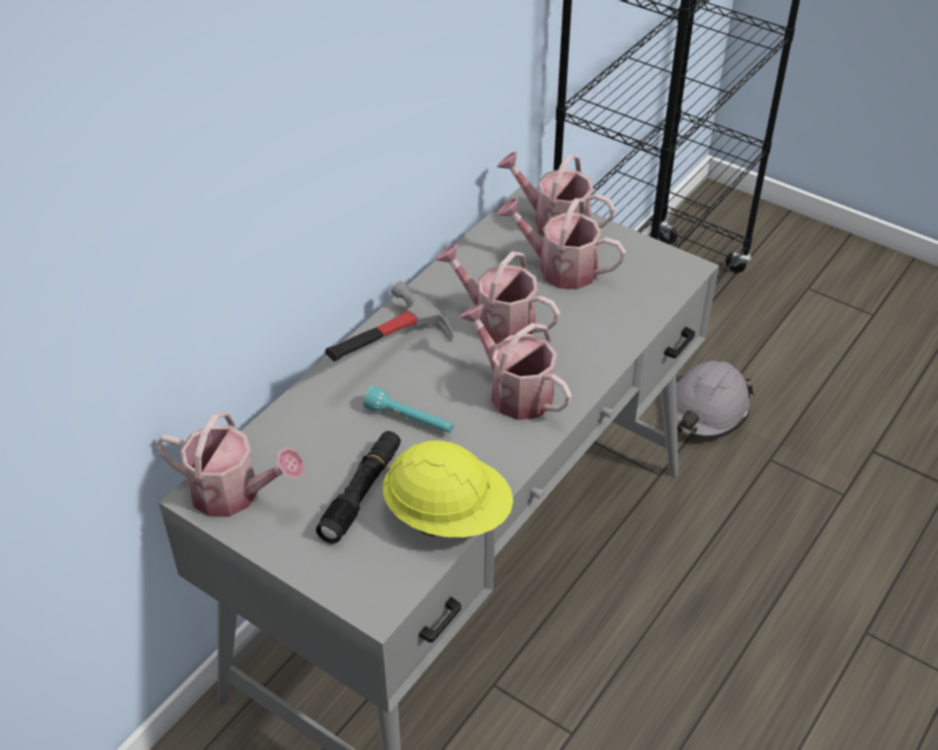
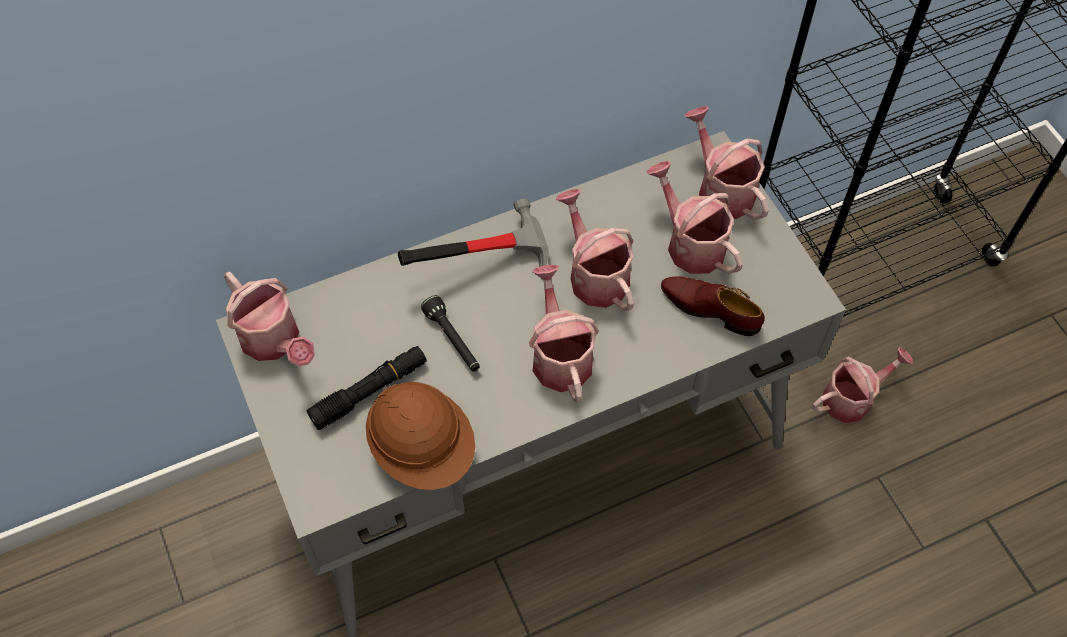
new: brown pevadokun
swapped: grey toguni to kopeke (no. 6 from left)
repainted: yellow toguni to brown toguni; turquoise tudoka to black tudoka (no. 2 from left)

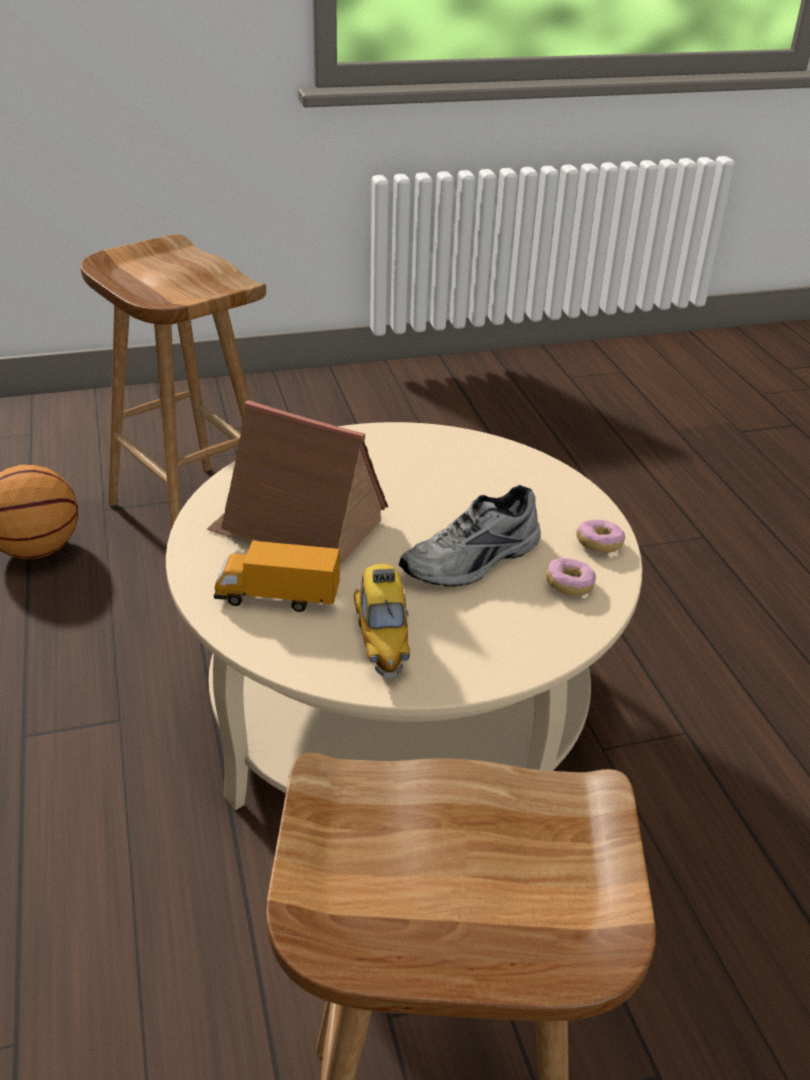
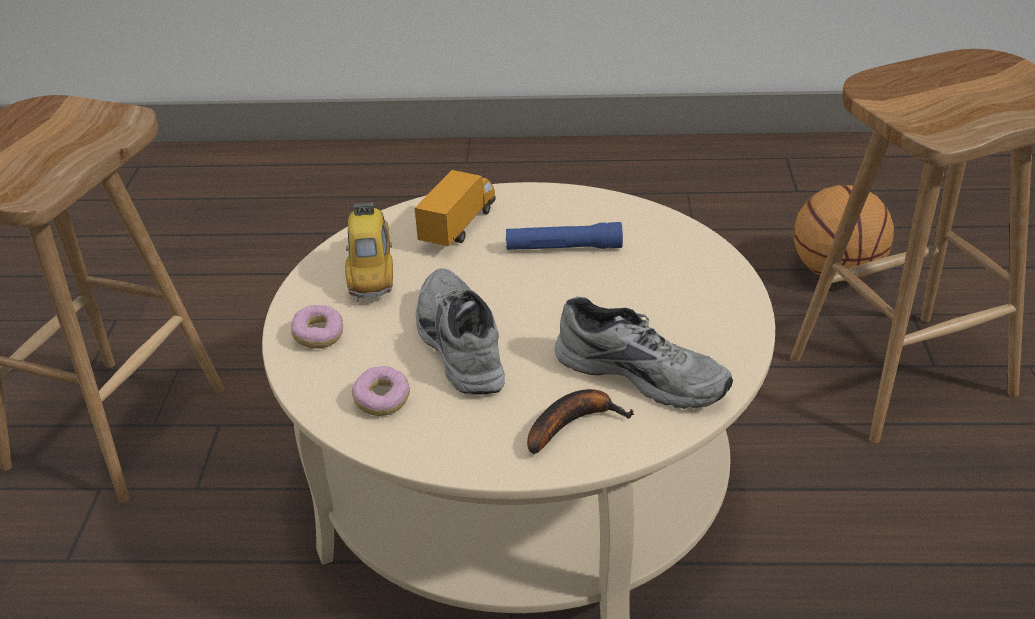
new: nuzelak; grey pevadokun (no. 2 from left)
shifted: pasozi (no. 2 from left in the first image) to pasozi (no. 1 from left)
swapped: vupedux to blue tudoka
rotated: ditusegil 75 degrees clockwise

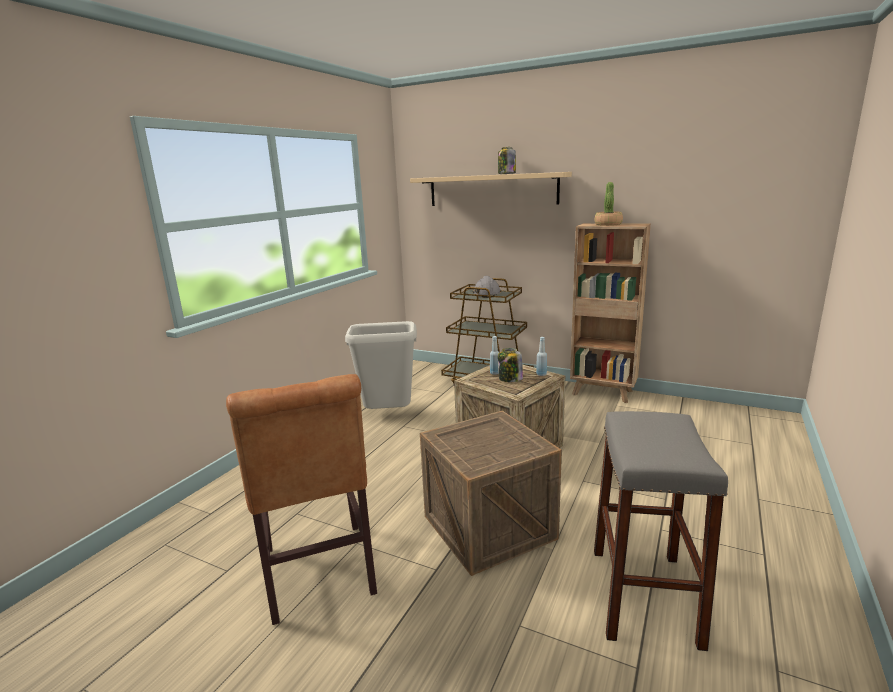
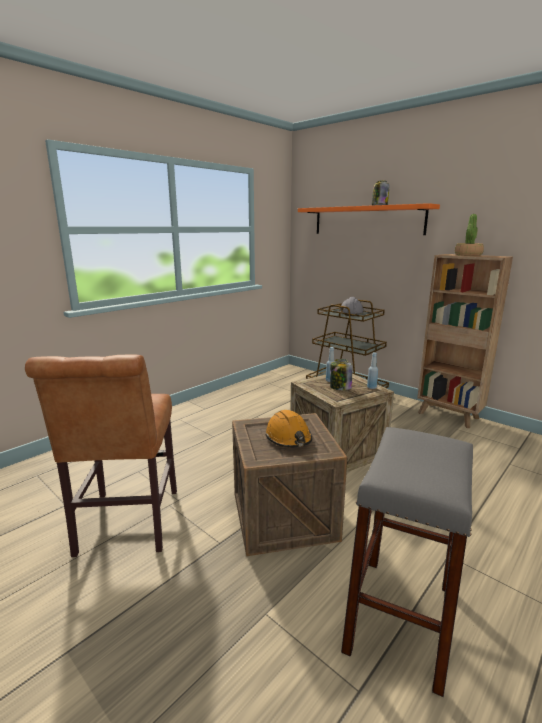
gone: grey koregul
new: orange toguni
repainted: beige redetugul to orange redetugul

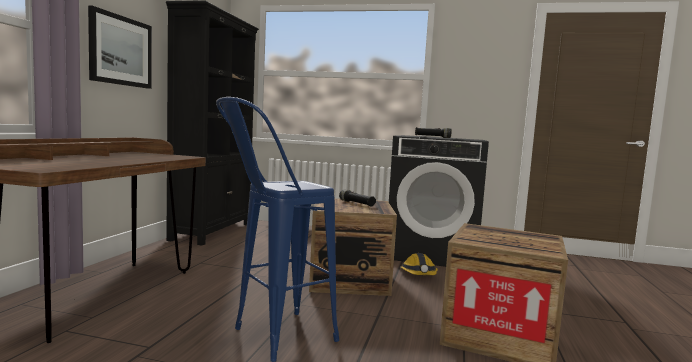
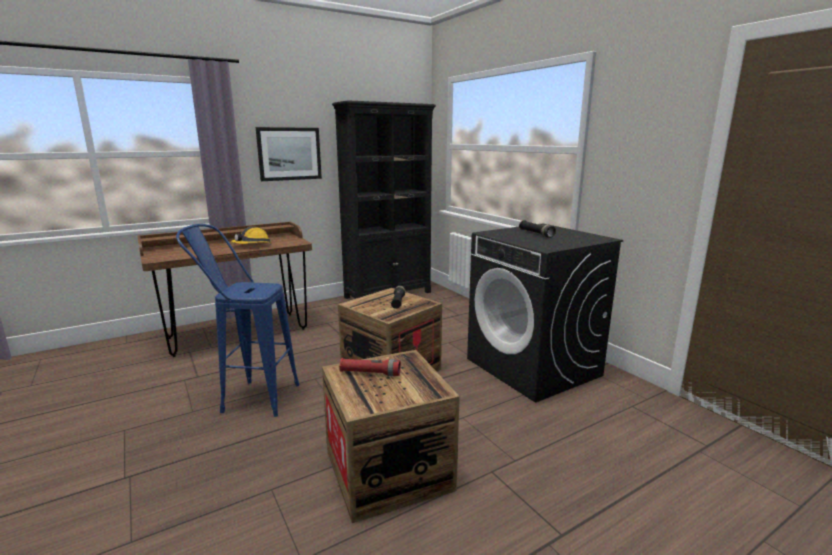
new: red tudoka
shifted: toguni

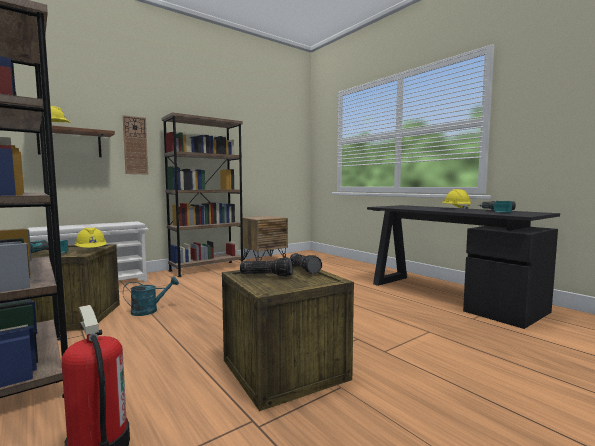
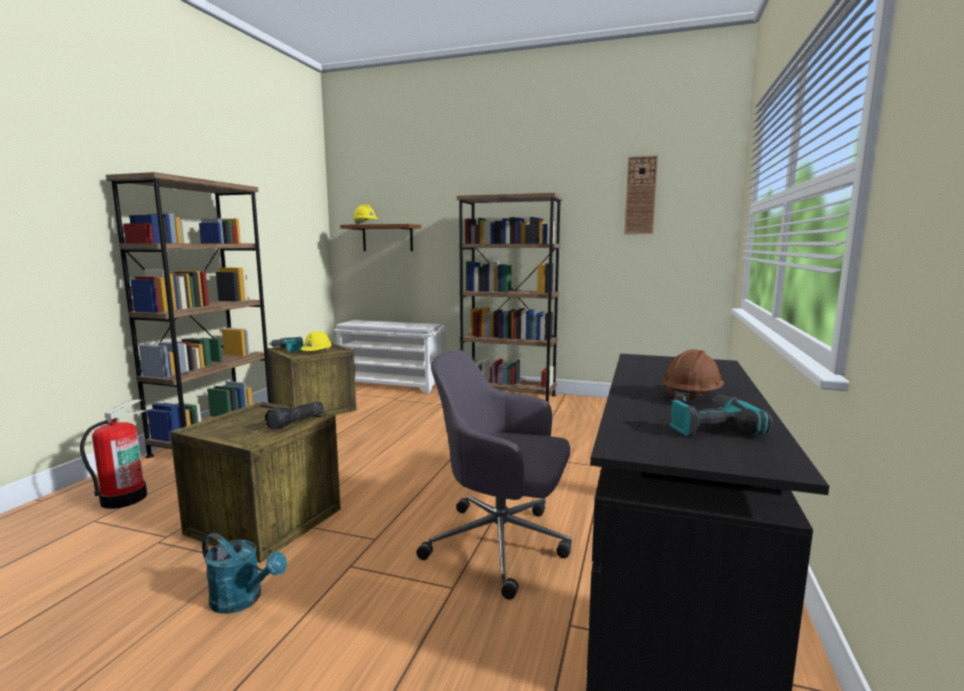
gone: tudoka (no. 1 from left); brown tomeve
new: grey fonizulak
shifted: turquoise kopeke; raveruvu
repainted: yellow toguni (no. 3 from left) to brown toguni

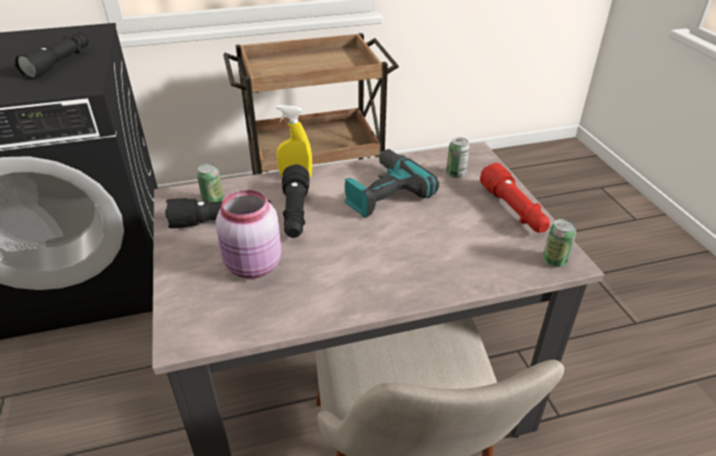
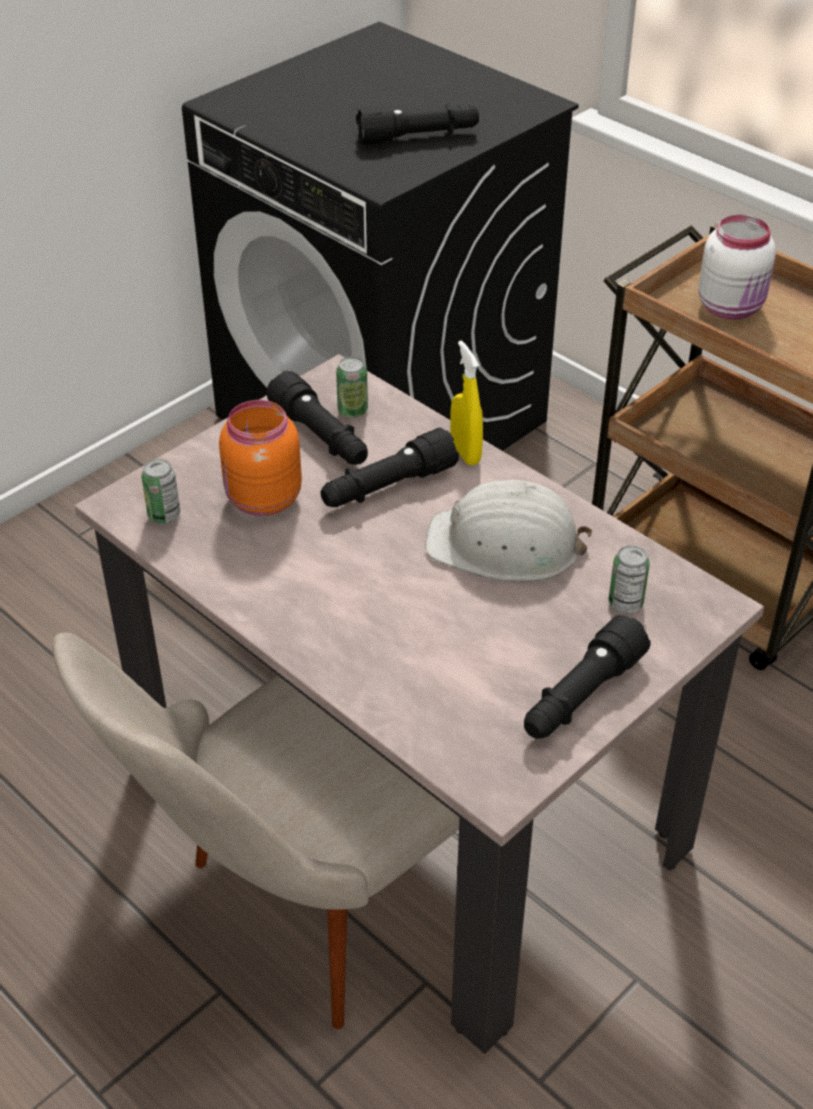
new: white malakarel
shifted: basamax (no. 3 from left in the first image) to basamax (no. 1 from left)
swapped: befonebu to white toguni
repainted: pink malakarel to orange malakarel; red tudoka to black tudoka (no. 4 from left)

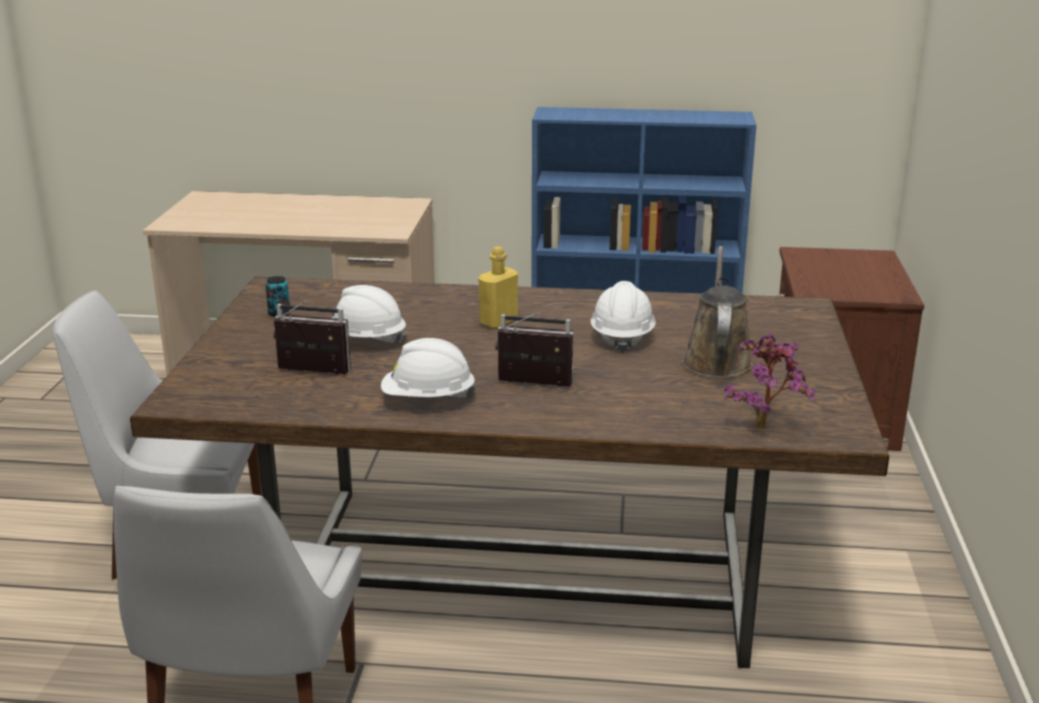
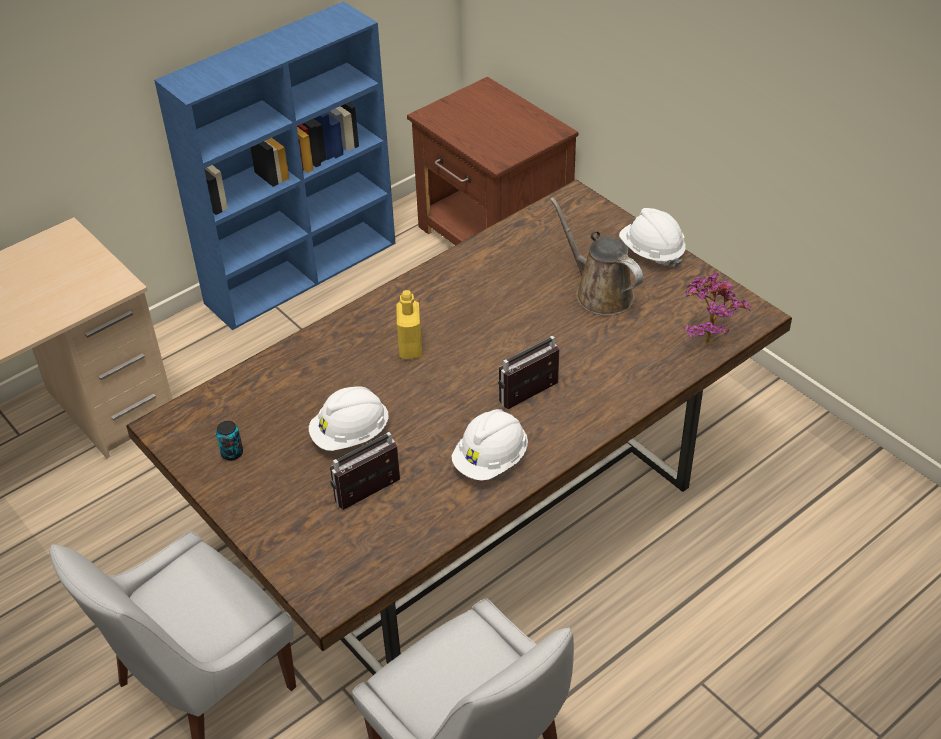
shifted: white toguni (no. 3 from left)

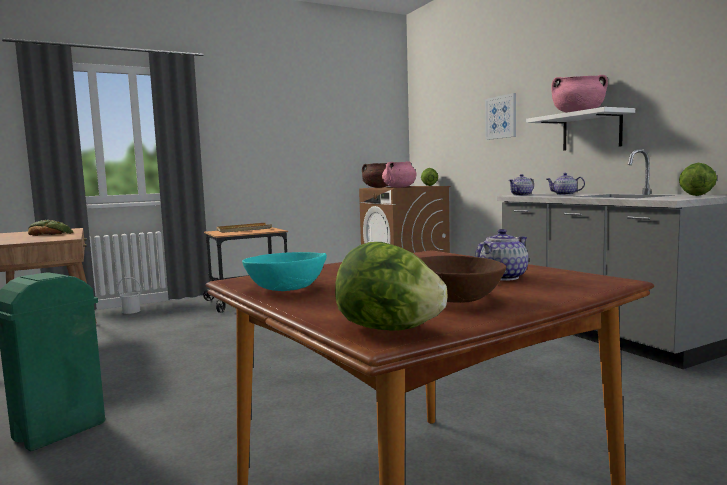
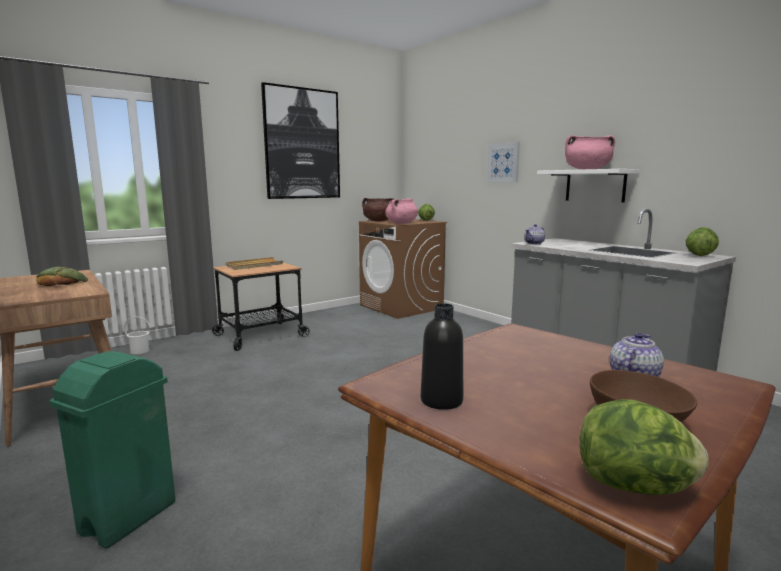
gone: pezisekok (no. 3 from left)
new: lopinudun (no. 1 from left)
swapped: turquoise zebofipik to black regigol

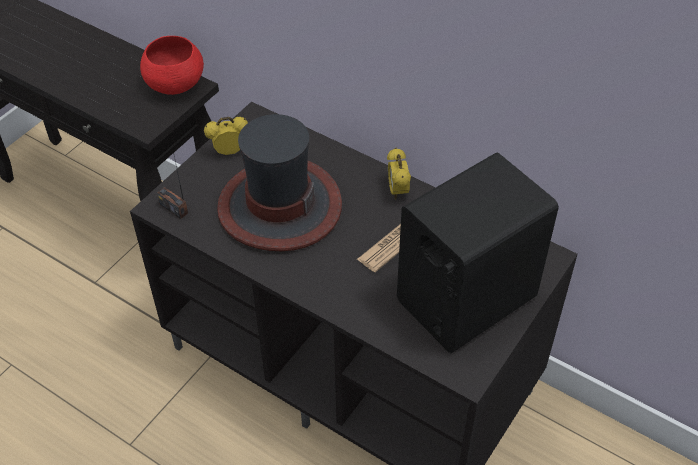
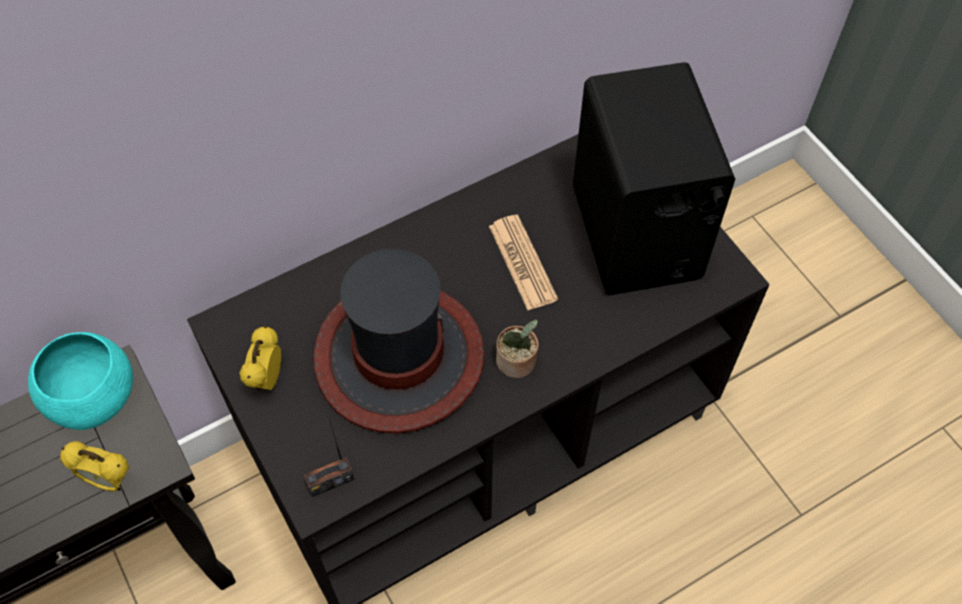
new: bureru
shifted: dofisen (no. 2 from left in the first image) to dofisen (no. 1 from left)
repainted: red zebofipik to turquoise zebofipik

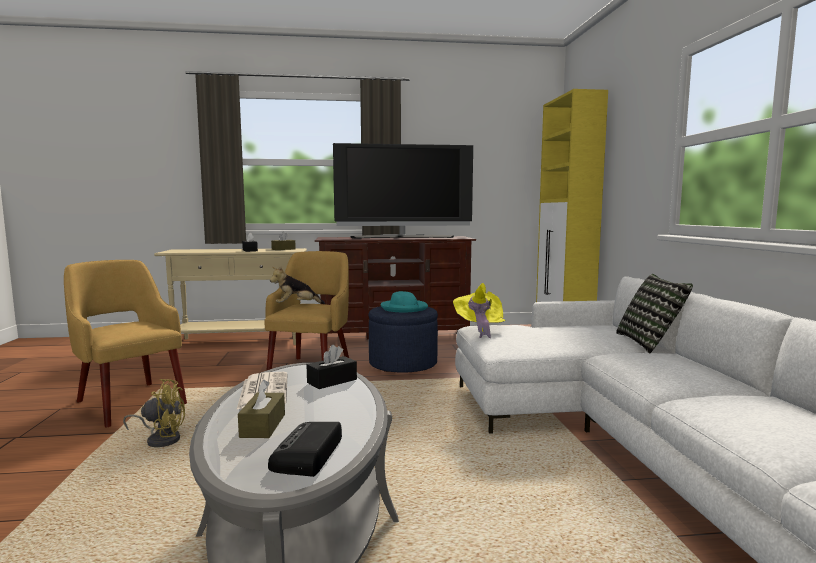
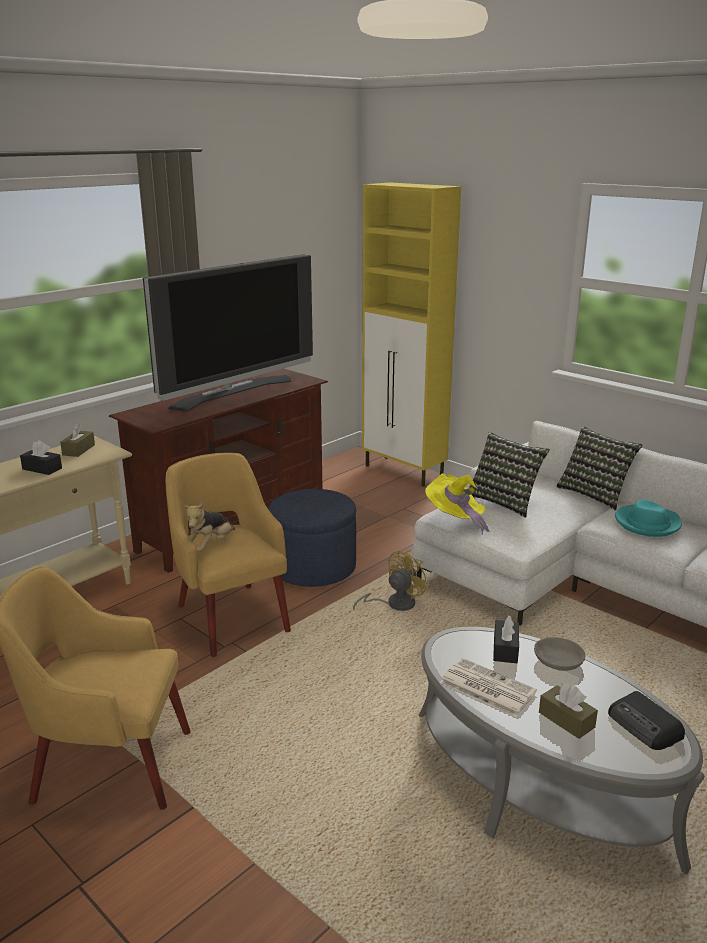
new: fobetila (no. 1 from left); grey zebofipik
shifted: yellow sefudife; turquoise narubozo

